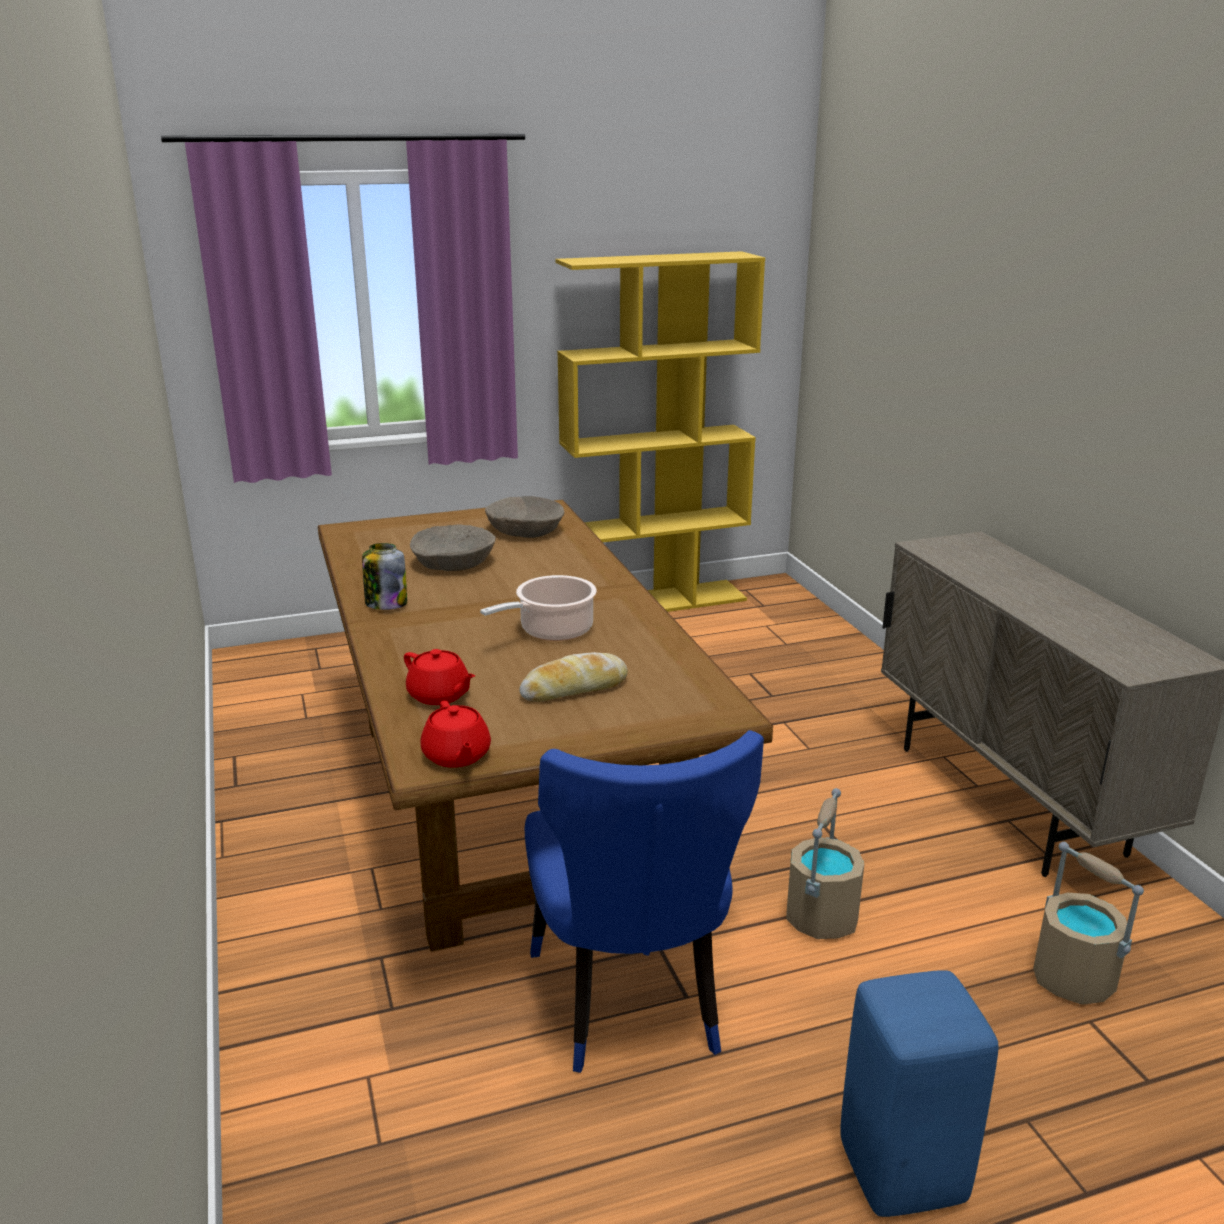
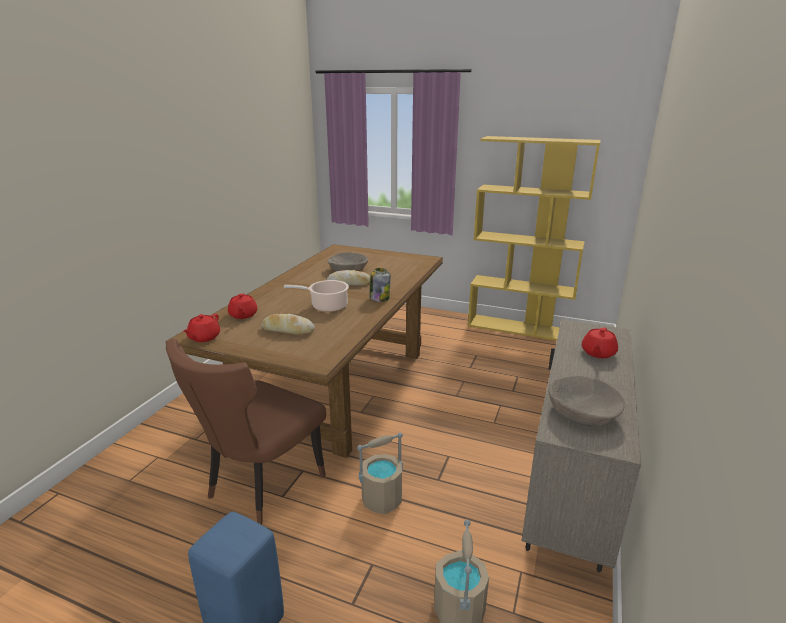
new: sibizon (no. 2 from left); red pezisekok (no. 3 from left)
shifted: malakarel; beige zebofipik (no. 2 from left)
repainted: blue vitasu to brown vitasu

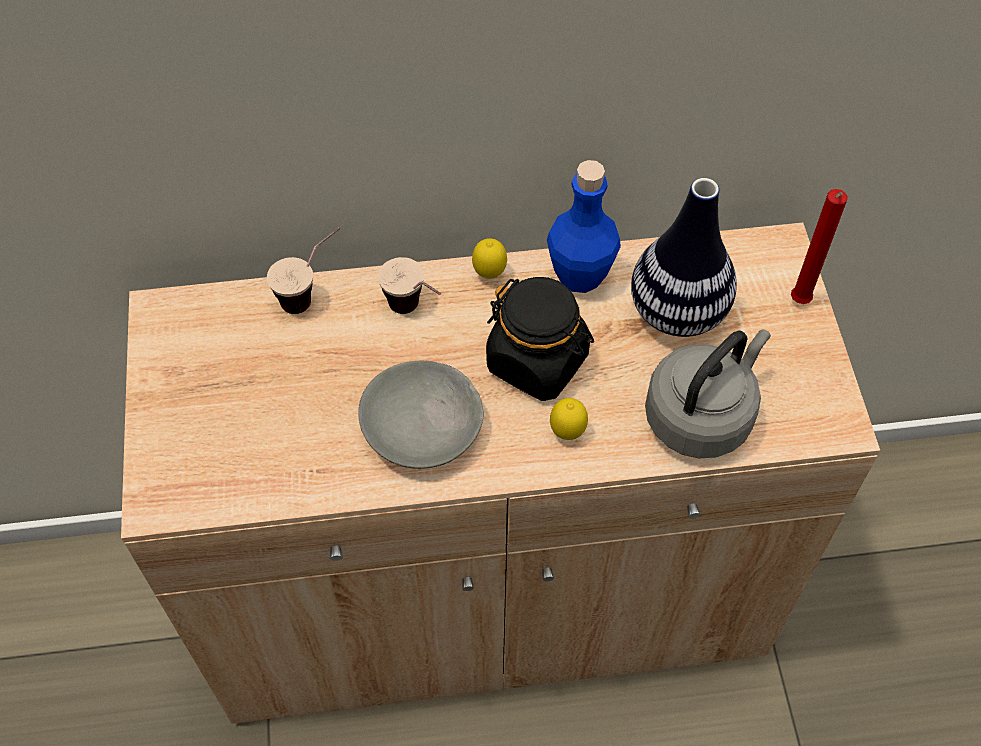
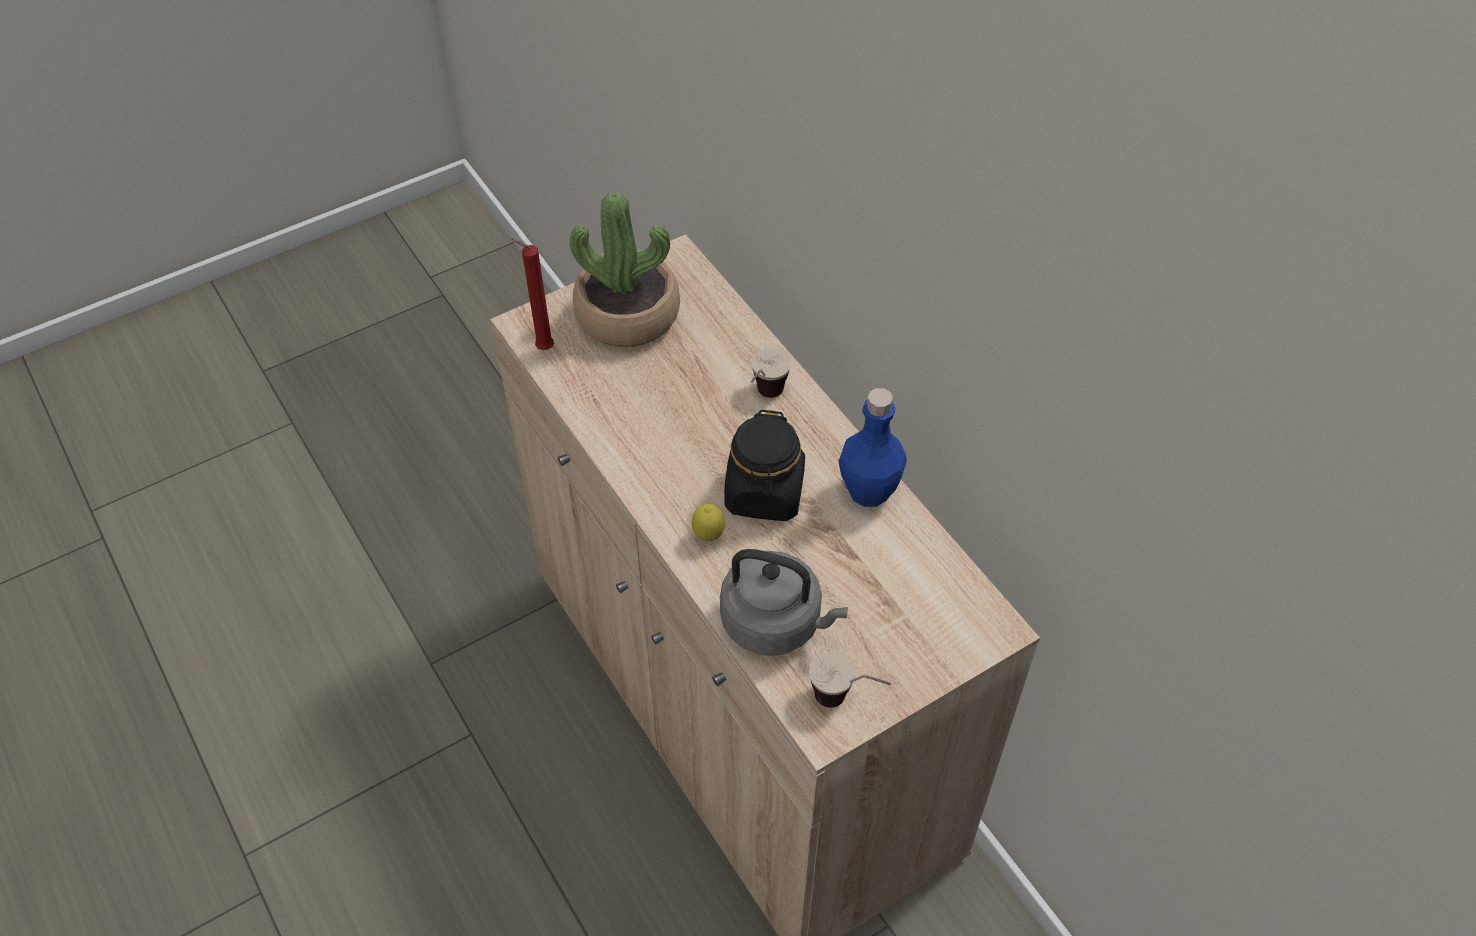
gone: grey zebofipik; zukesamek (no. 1 from left); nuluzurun
new: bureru
shifted: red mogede; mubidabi (no. 1 from left in the first image) to mubidabi (no. 2 from left)

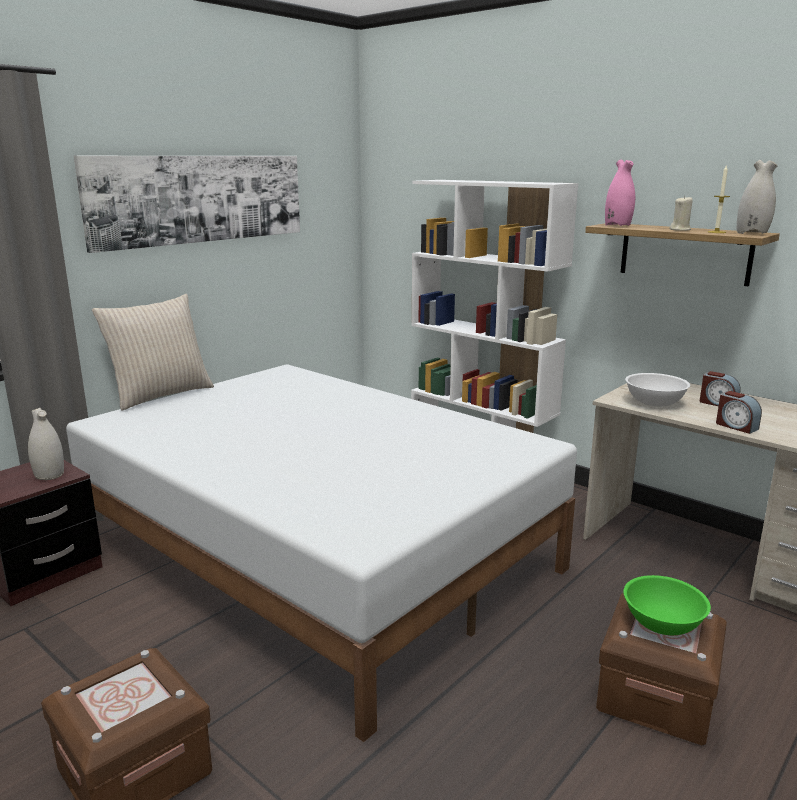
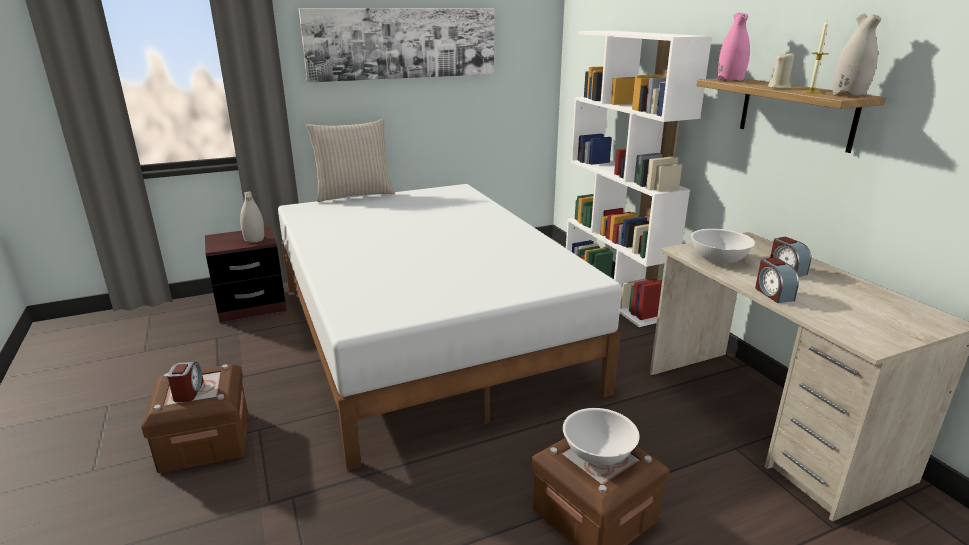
new: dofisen (no. 1 from left)
repainted: green zebofipik to white zebofipik (no. 1 from left)

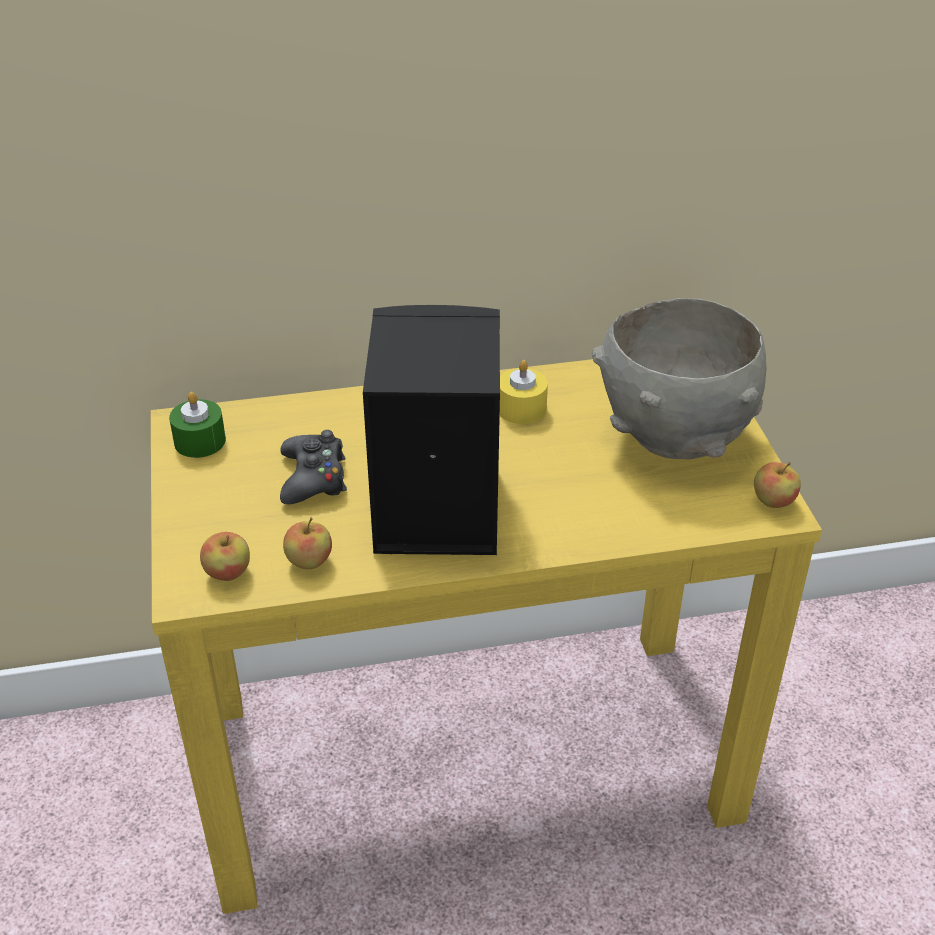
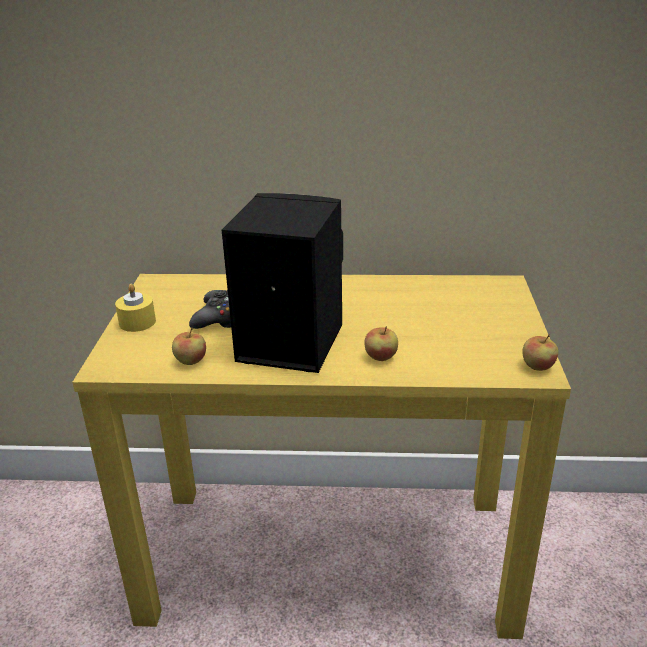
gone: green mogede; grey zebofipik
shifted: yellow mogede; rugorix (no. 1 from left in the first image) to rugorix (no. 2 from left)

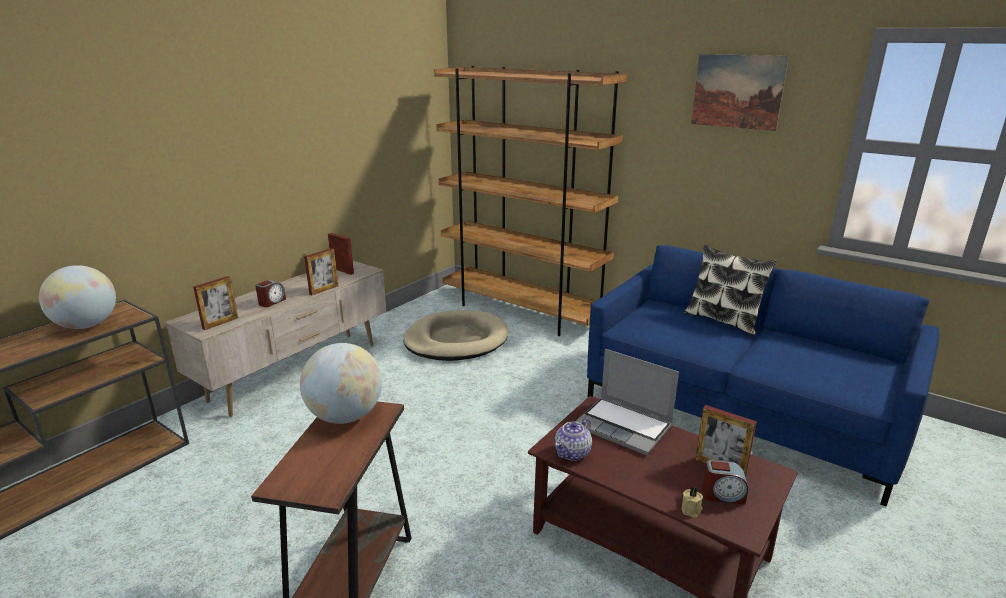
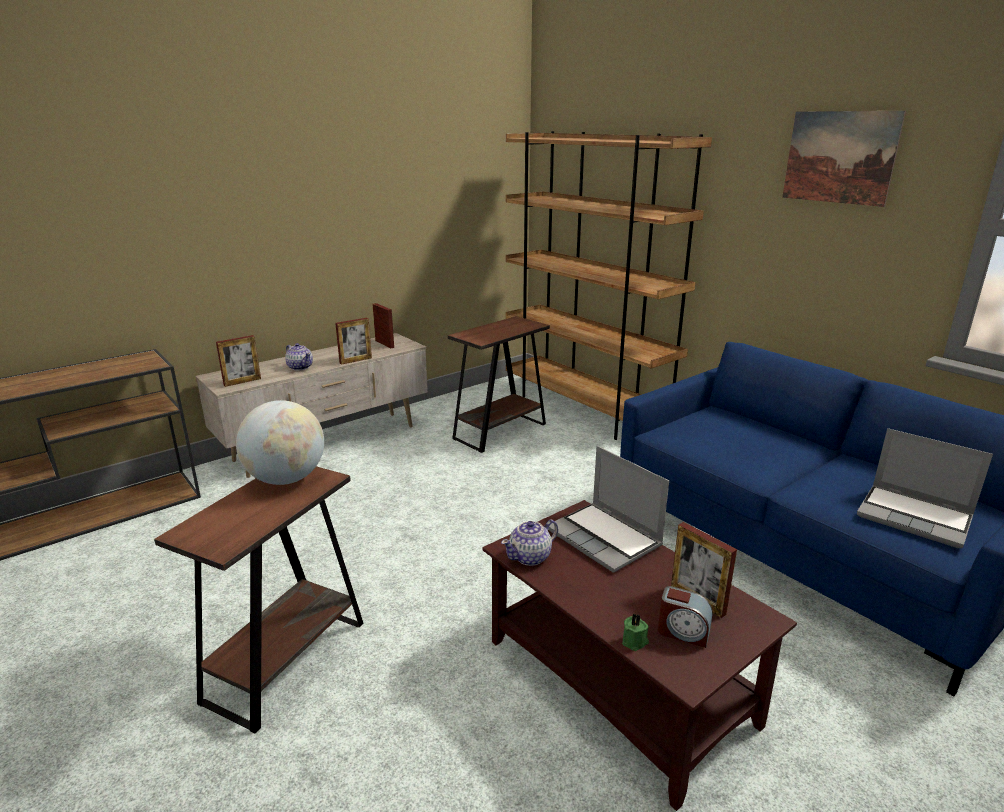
gone: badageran (no. 1 from left); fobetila
new: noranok (no. 2 from left)
swapped: dofisen (no. 1 from left) to pezisekok (no. 1 from left); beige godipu to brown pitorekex (no. 2 from left)
repainted: beige mogede to green mogede

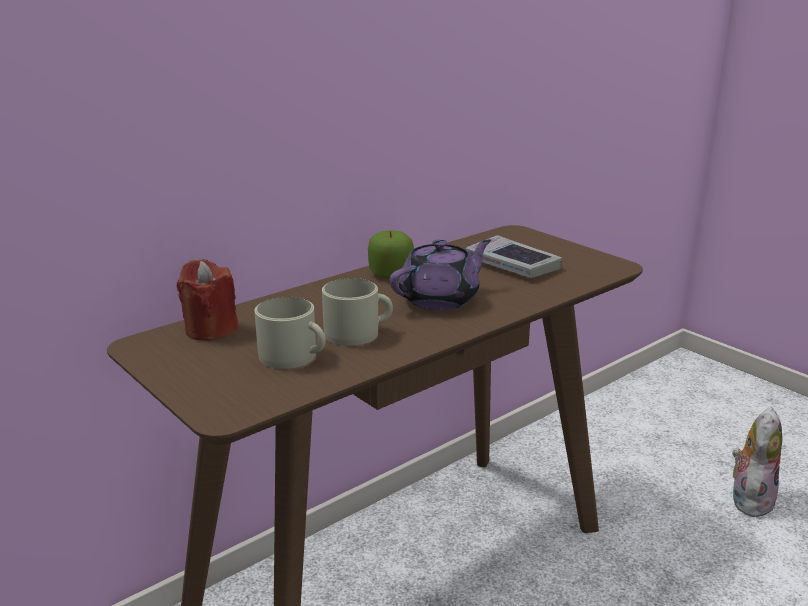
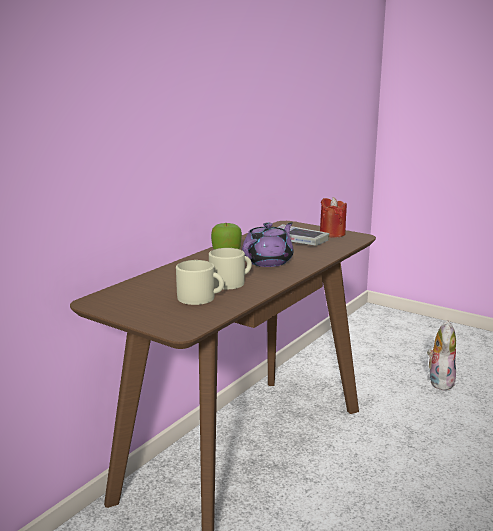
shifted: red mogede

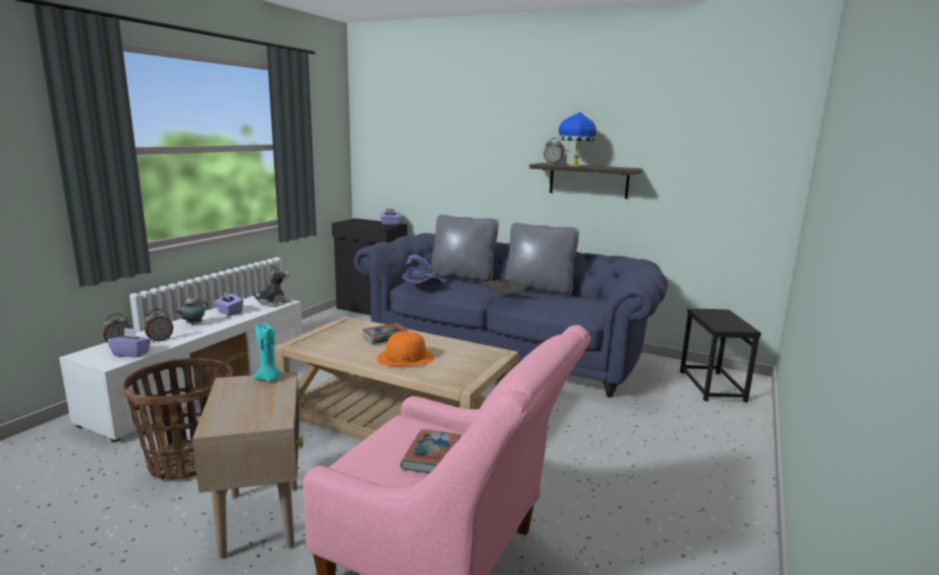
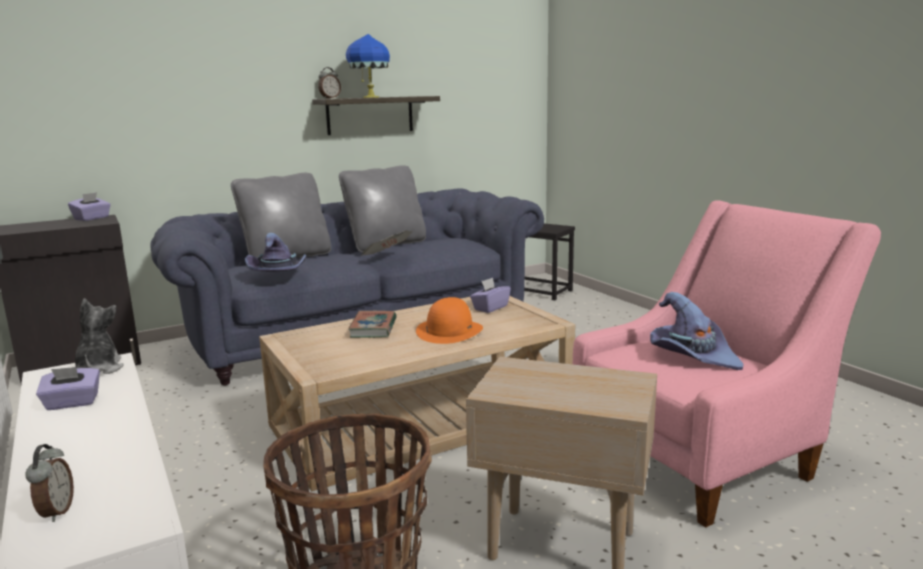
gone: dofisen (no. 2 from left); pezisekok; turquoise mogede
shifted: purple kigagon (no. 1 from left in the first image) to purple kigagon (no. 3 from left)
swapped: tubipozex (no. 2 from left) to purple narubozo (no. 2 from left)

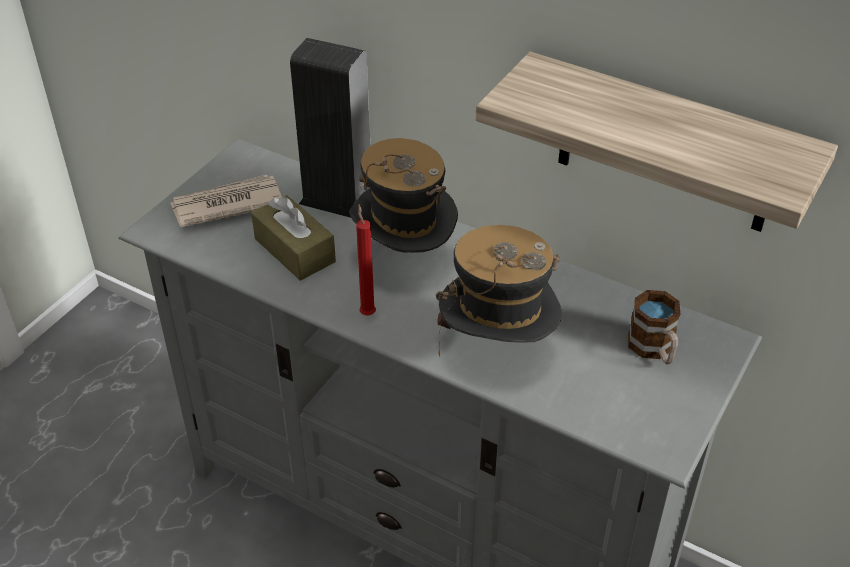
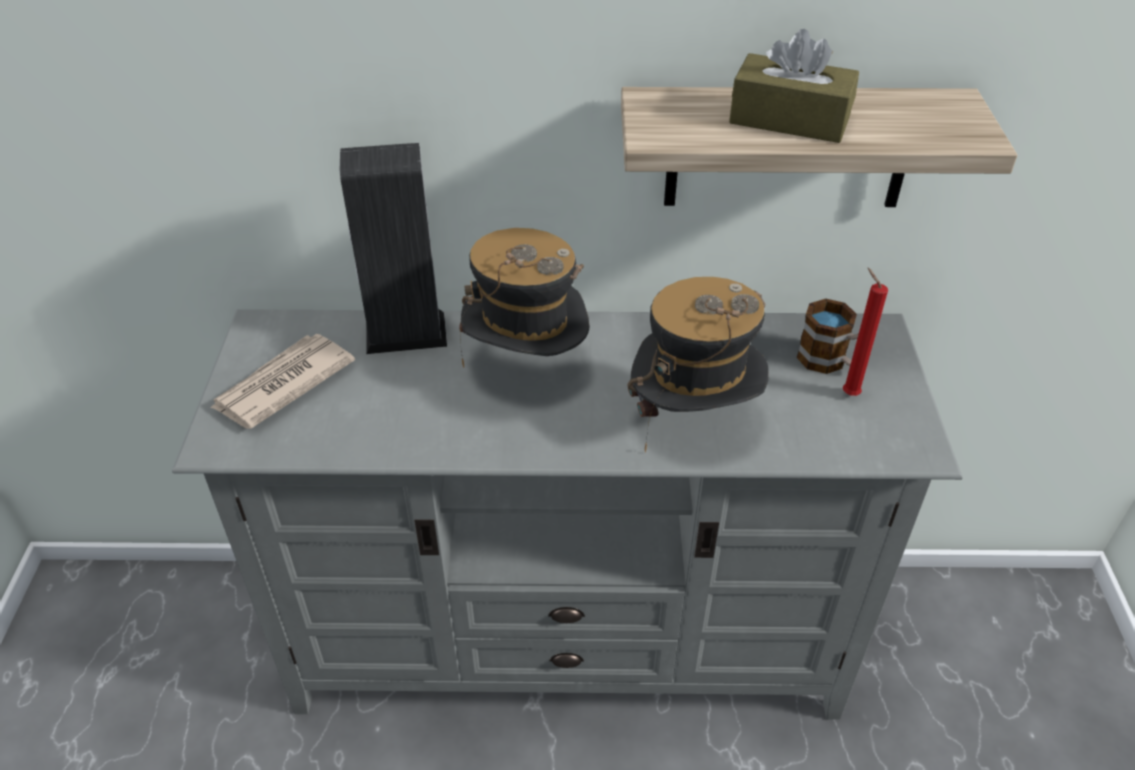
shifted: brown kigagon; red mogede

